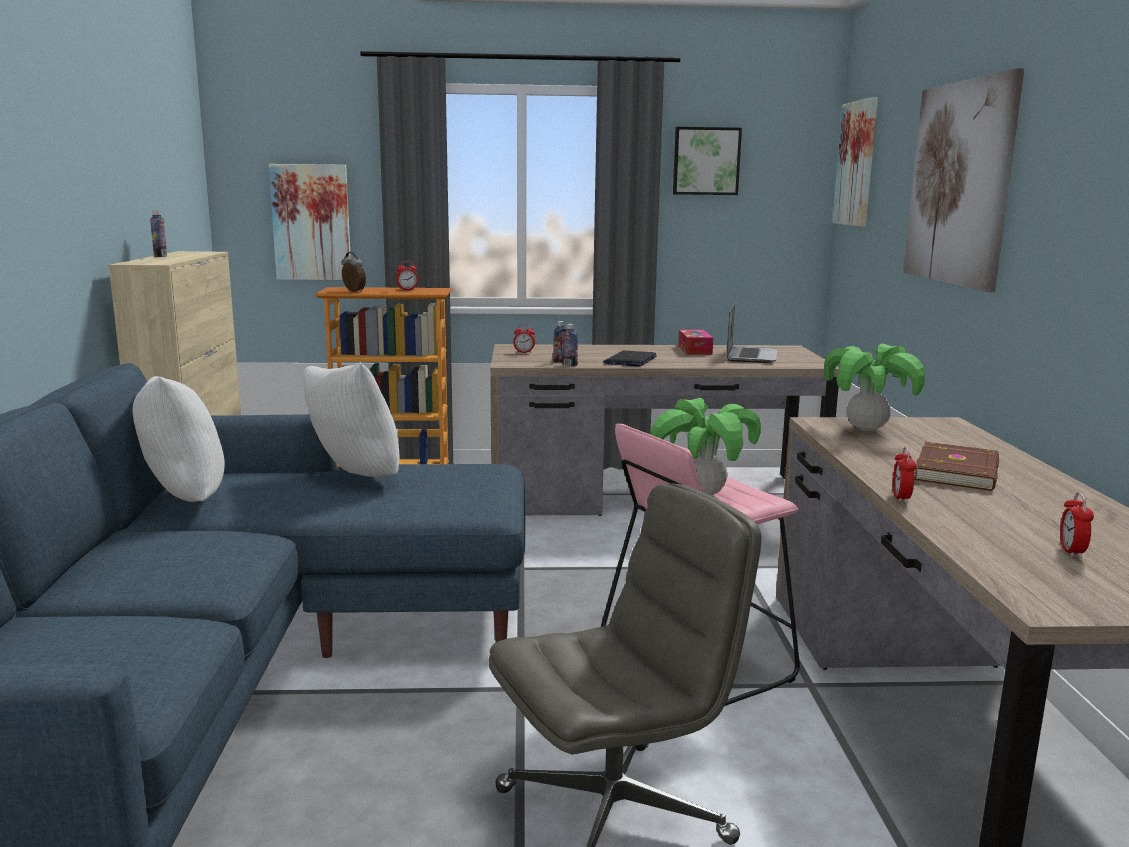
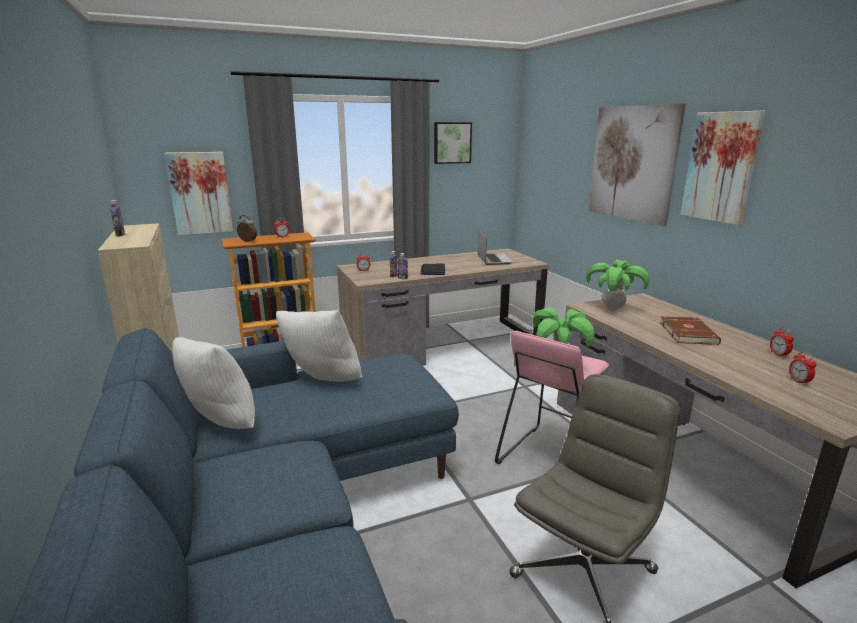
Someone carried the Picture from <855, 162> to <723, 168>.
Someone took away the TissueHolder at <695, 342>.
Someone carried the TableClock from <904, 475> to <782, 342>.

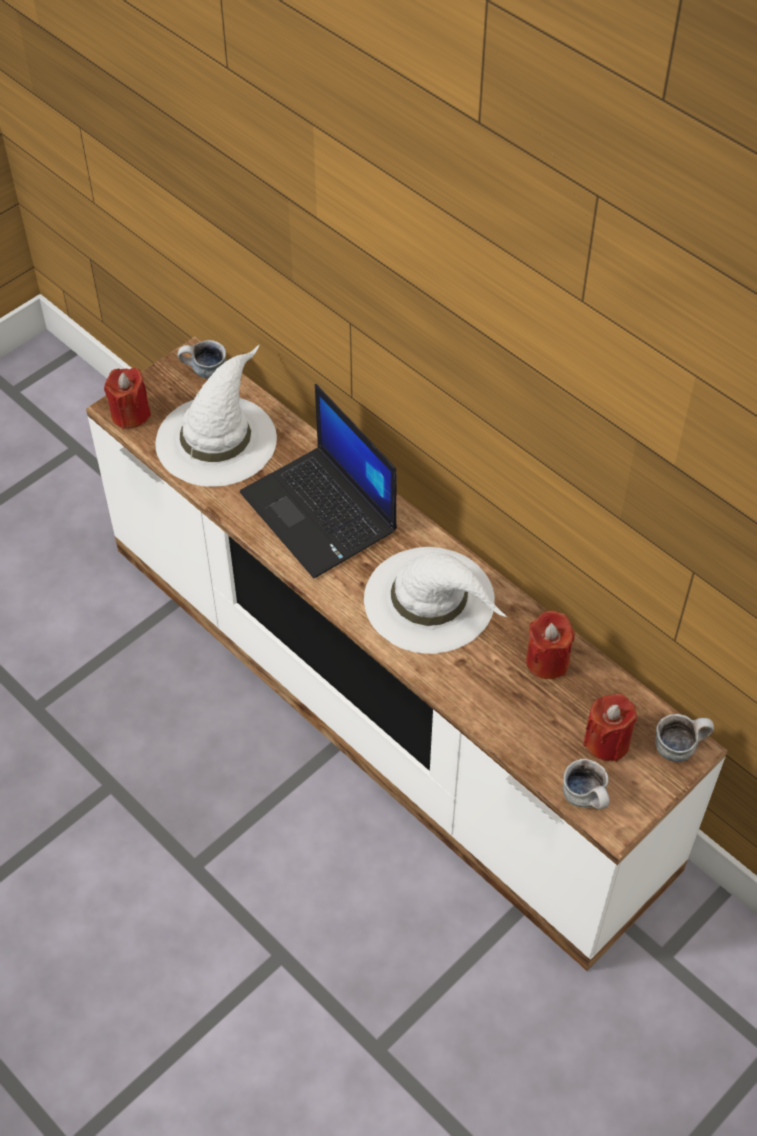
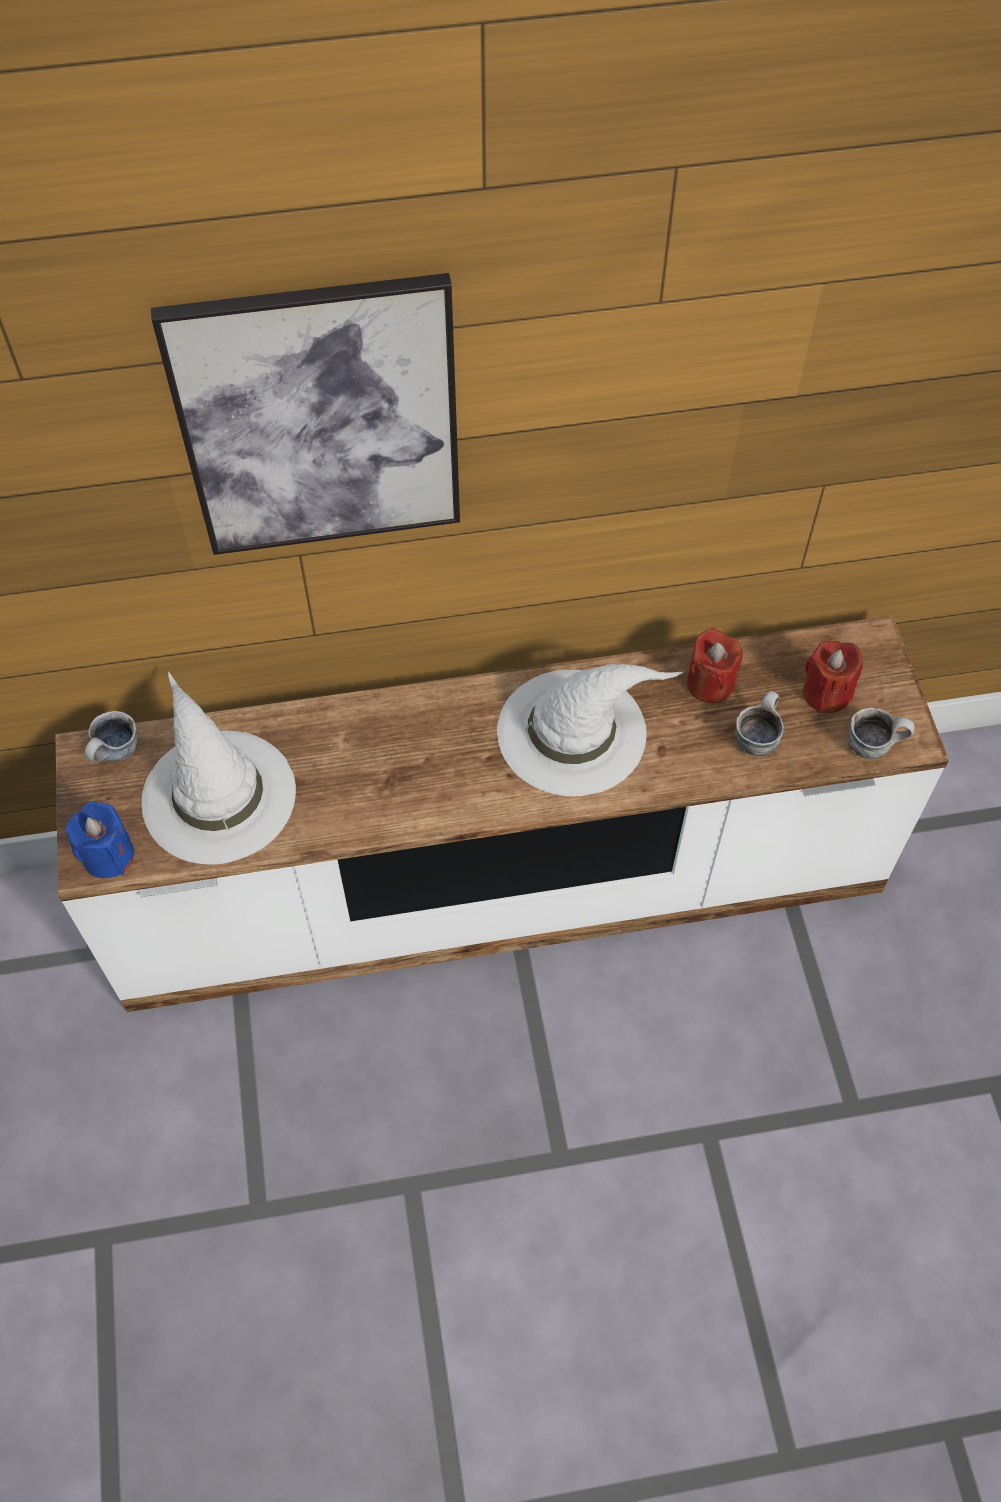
Someone repainted the RedCandle at <127, 398>, which became the BluishCandle at <100, 840>.
Someone took away the PortableComputer at <318, 481>.
Someone carried the Mug from <684, 738> to <759, 723>.
Someone put up the Picture at <305, 414>.

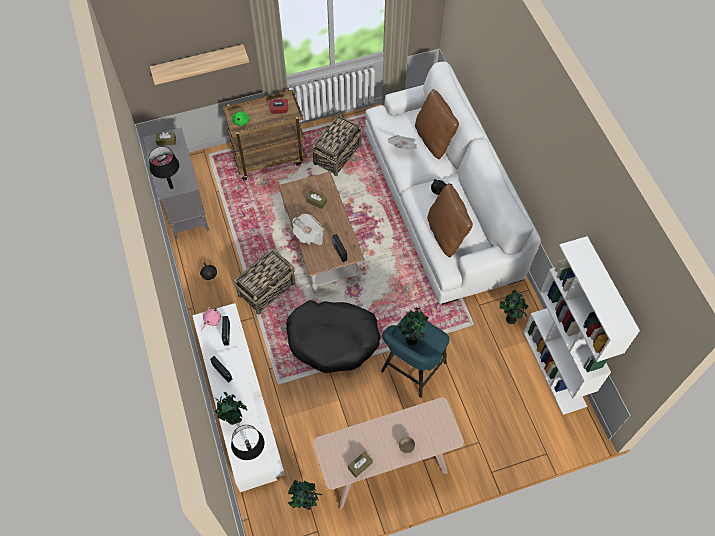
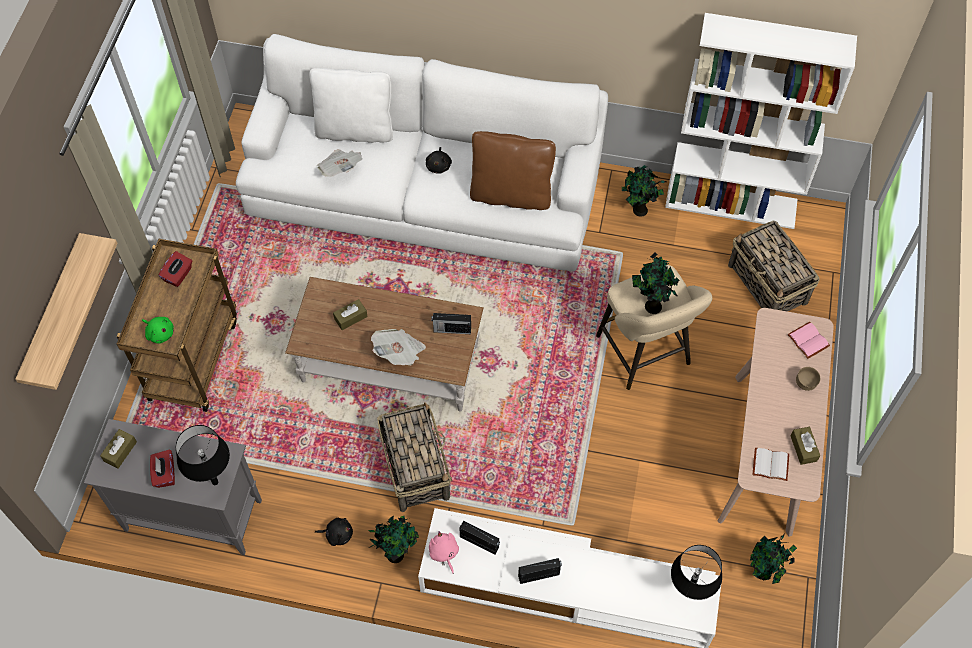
Someone repainted the BrownThrowPillow at <437, 124>, which became the WhiteThrowPillow at <351, 105>.
Someone carried the HouseholdBasket from <336, 144> to <774, 266>.
Someone took away the BlackishPetBed at <333, 336>.
Someone repainted the TurquoiseColouredStool at <415, 356>, which became the BeigeColouredStool at <654, 327>.
Someone carried the PlantInAPot from <231, 408> to <394, 539>.
Someone put down the PinkColouredBook at <808, 340>.
Someone put down the WhiteBook at <771, 464>.

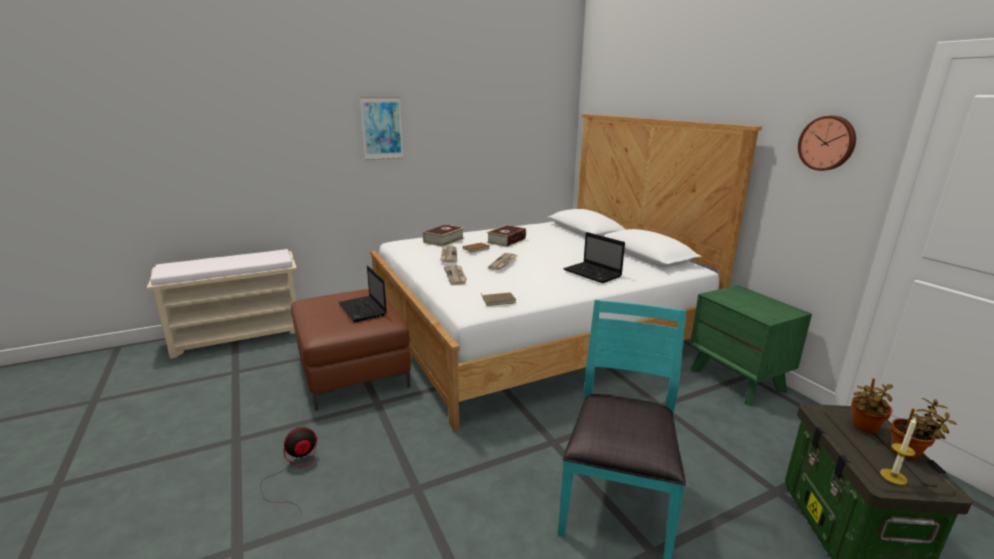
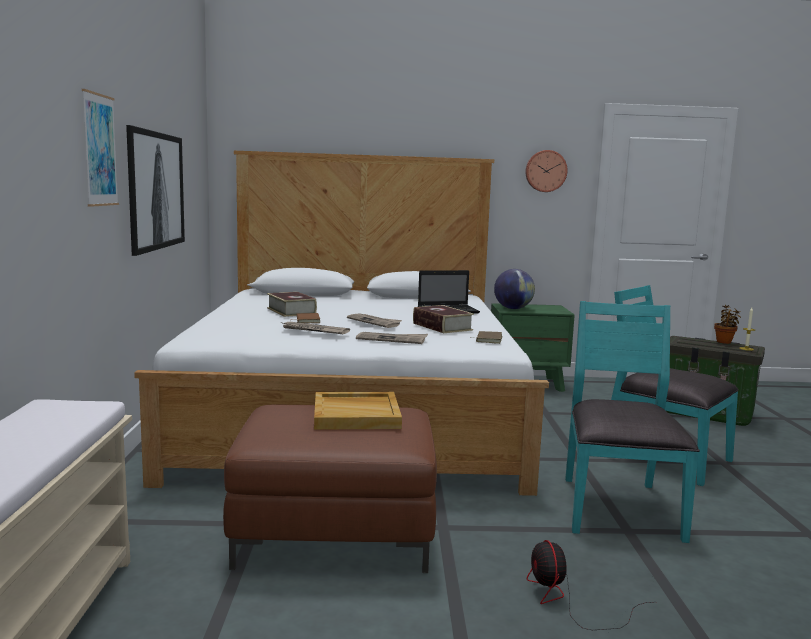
Someone carried the Book from <443, 235> to <443, 319>.
Someone swapped the PortableComputer at <362, 294> for the BeigeColouredTray at <358, 411>.
Someone took away the PlantInAPot at <872, 405>.
Someone put up the Picture at <155, 190>.
Someone put down the DeskGlobe at <514, 289>.
Someone put down the TurquoiseColouredChair at <632, 422>.

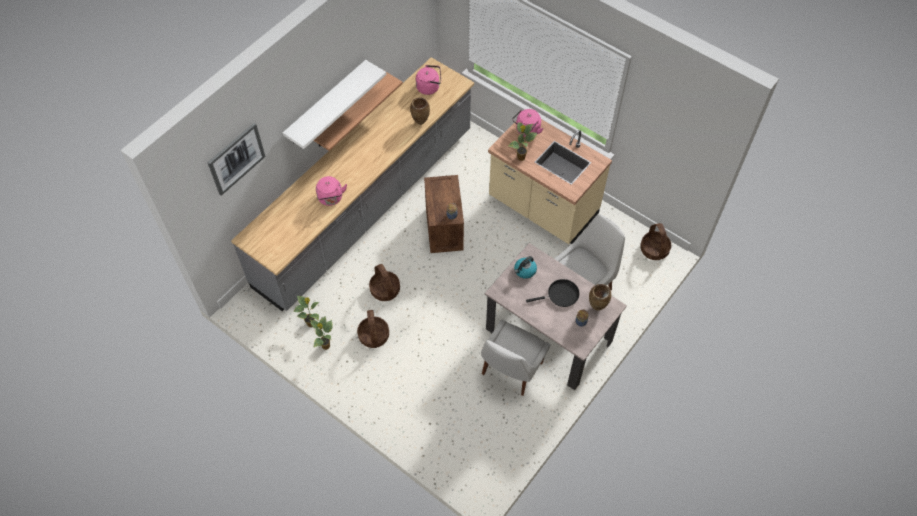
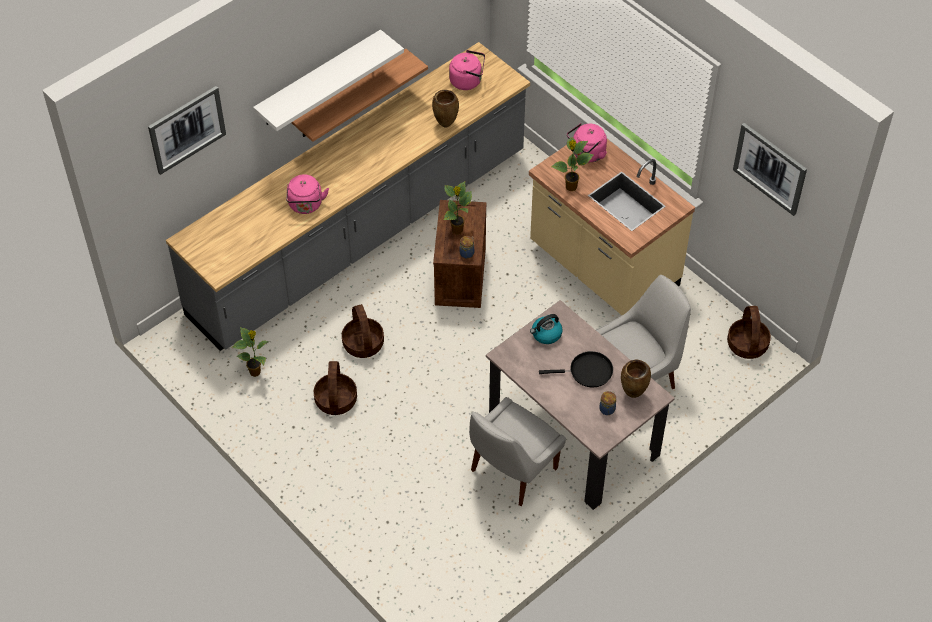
Someone carried the PlantInAPot from <321, 333> to <457, 208>.
Someone put up the Picture at <770, 169>.

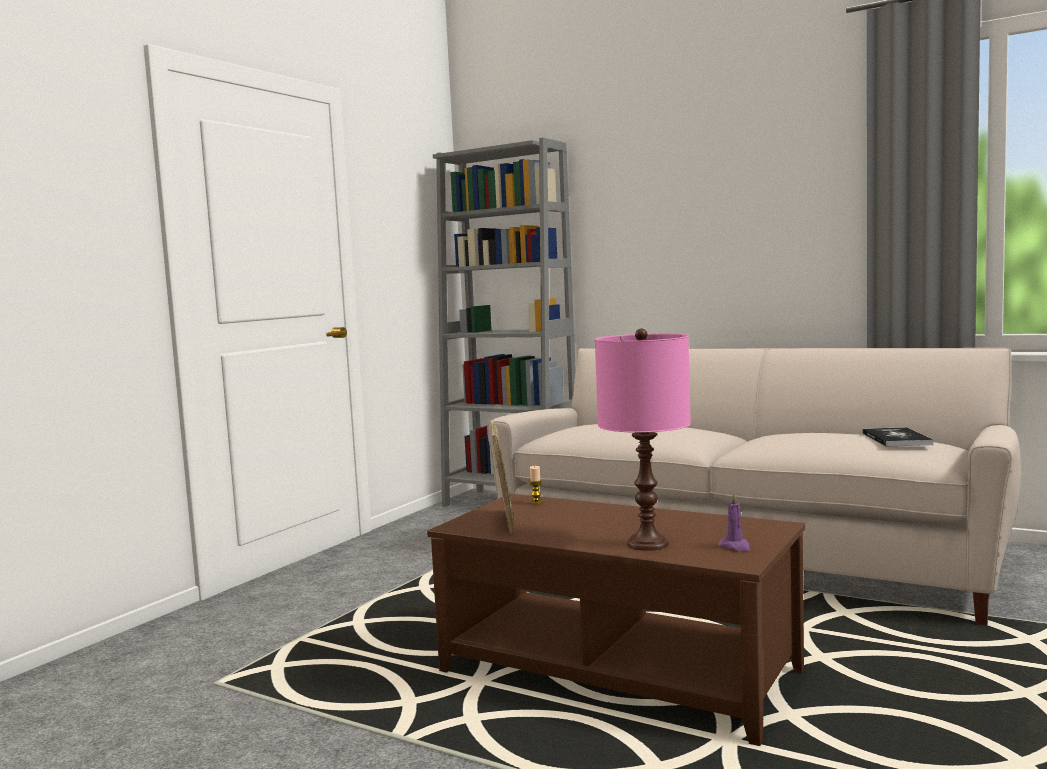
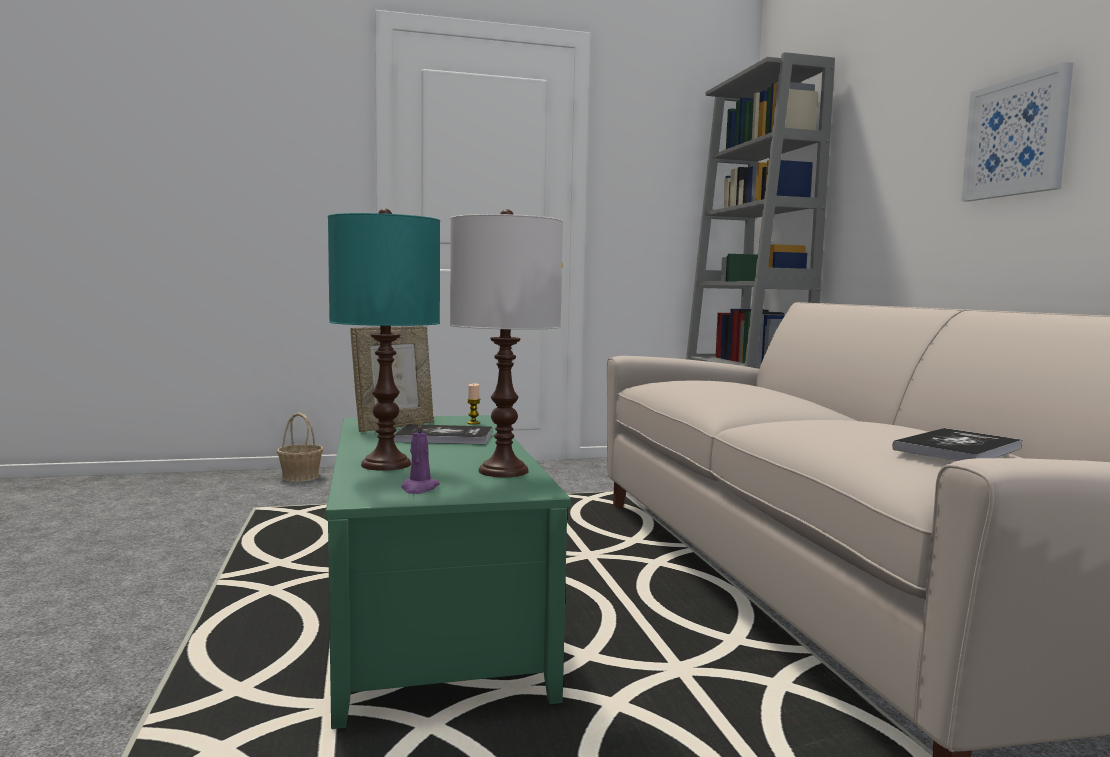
Someone repainted the PinkColouredLampForATable at <643, 439>, which became the TurquoiseColouredLampForATable at <384, 339>.
Someone repainted the BrownLoungeTable at <616, 620>, which became the GreenColouredLoungeTable at <448, 572>.
Someone put up the Picture at <1017, 132>.
Someone put down the WhiteLampForATable at <506, 343>.
Someone put down the HouseholdBasket at <300, 447>.
Someone put down the Book at <443, 434>.

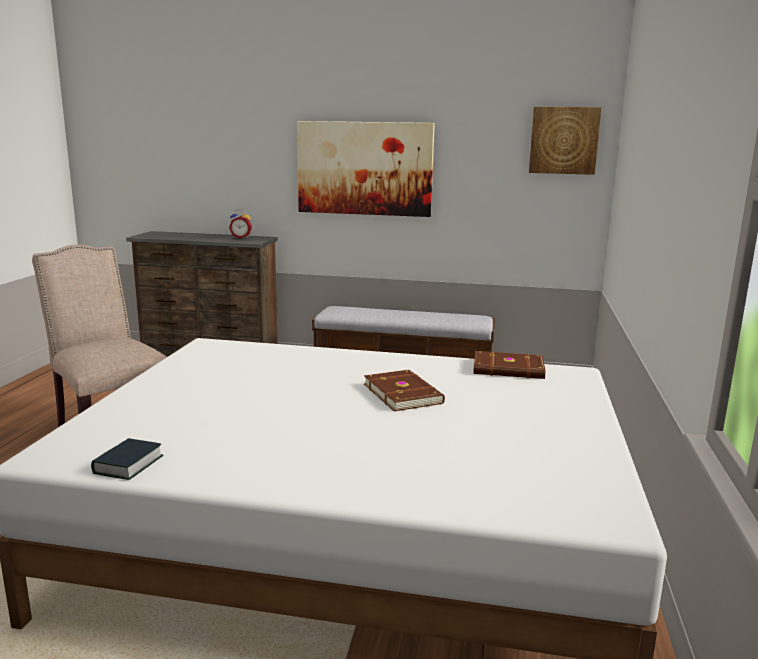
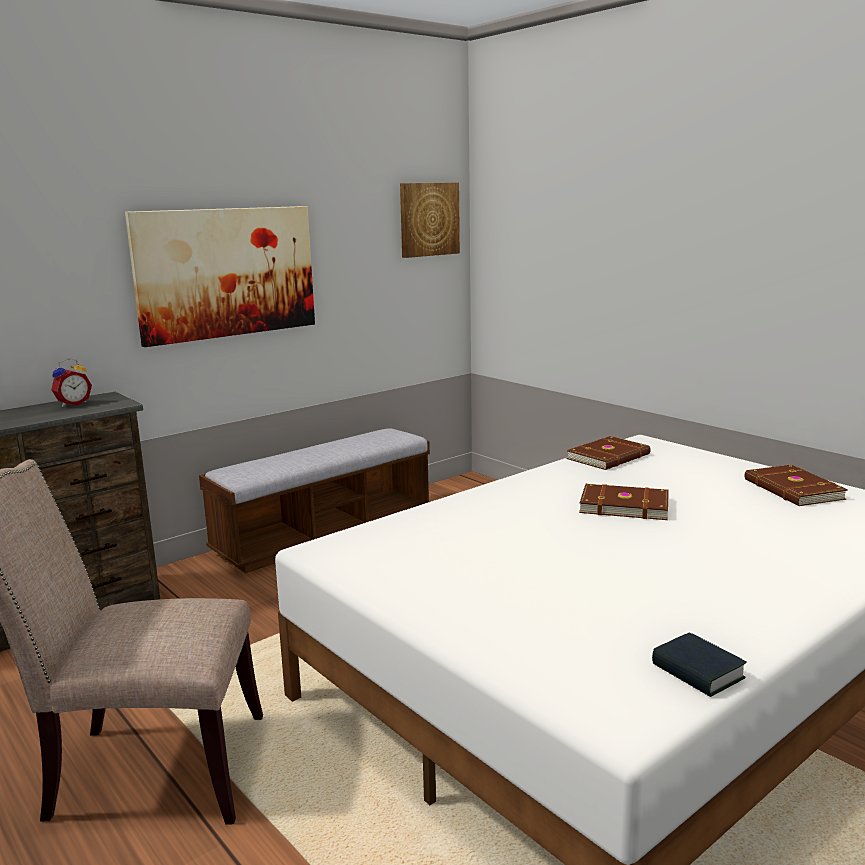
Someone put down the BrownBook at <796, 485>.

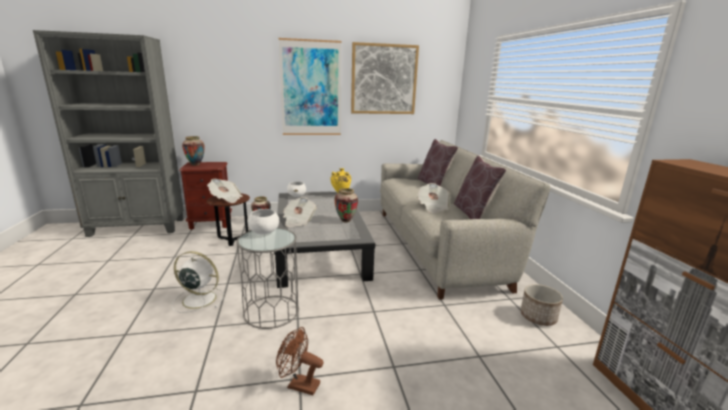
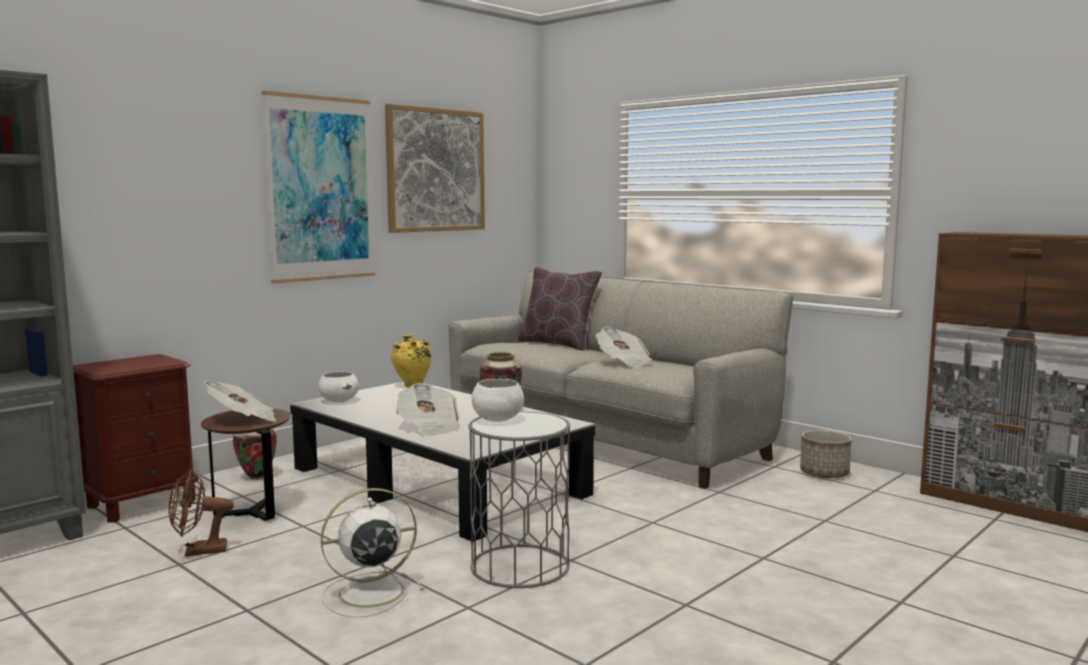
Someone took away the DecorativeVase at <193, 151>.
Someone took away the BrownThrowPillow at <480, 187>.
Someone carried the BrownCoolingFan from <299, 361> to <201, 512>.

